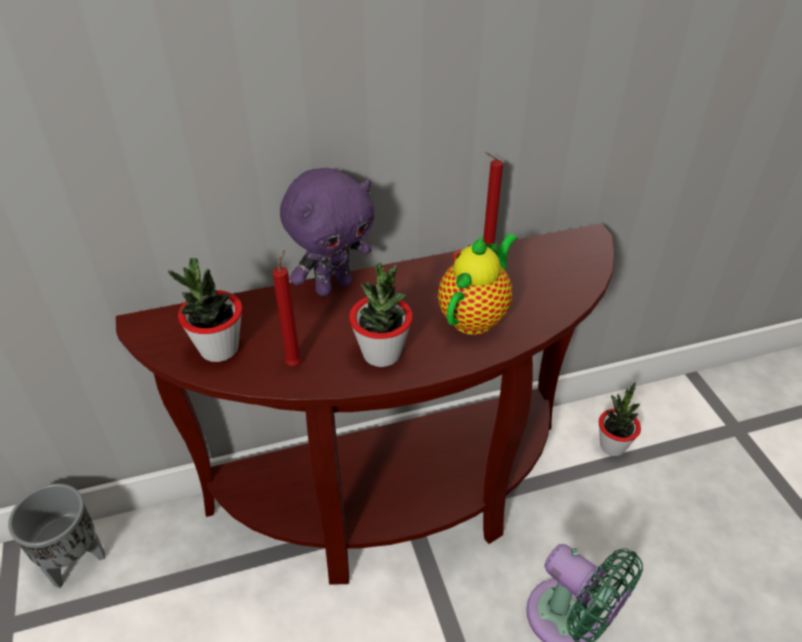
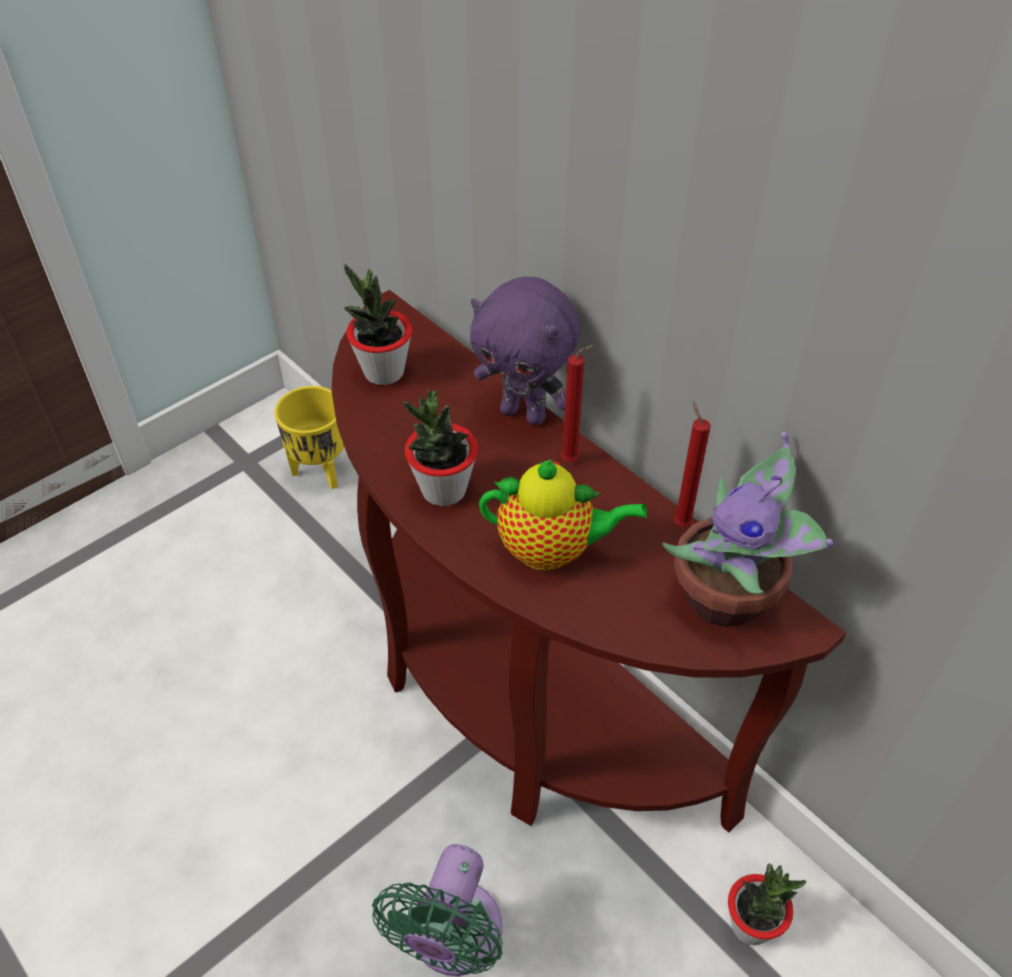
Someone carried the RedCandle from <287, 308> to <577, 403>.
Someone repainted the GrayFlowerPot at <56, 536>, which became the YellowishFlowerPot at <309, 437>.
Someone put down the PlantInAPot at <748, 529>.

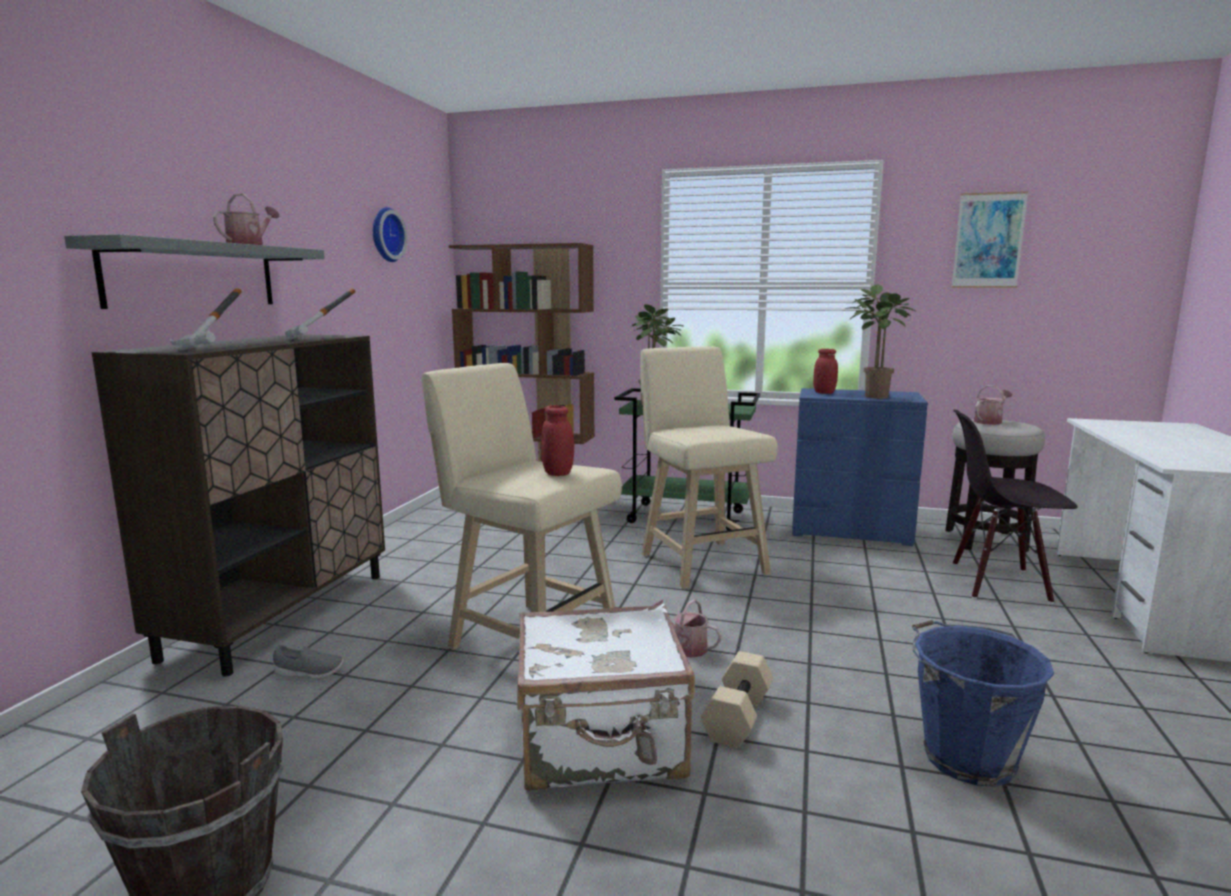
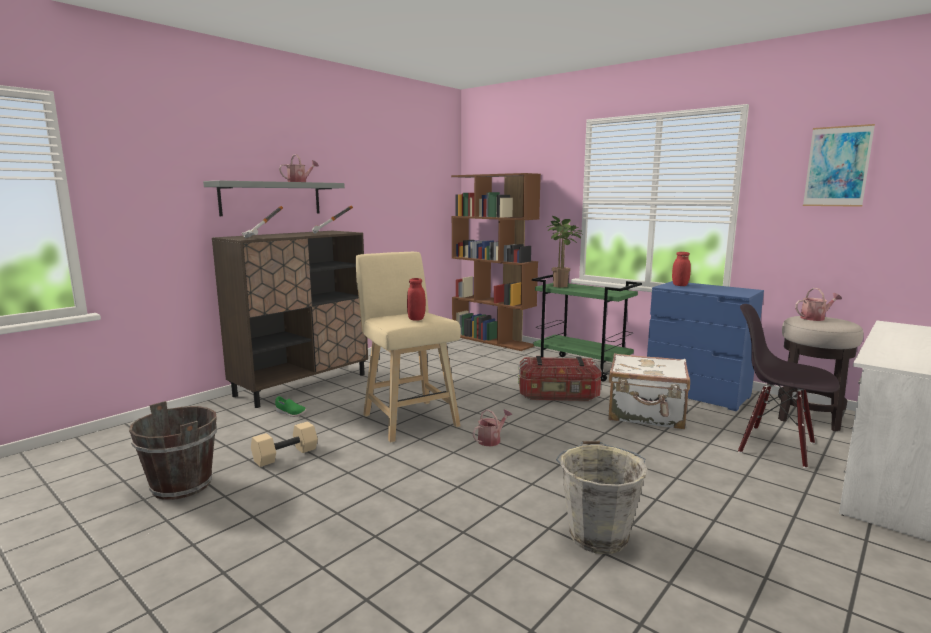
Someone took away the ClockOnTheWall at <390, 234>.
Someone took away the PlantInAPot at <881, 342>.
Someone swapped the BeigeColouredStool at <709, 467> for the StorageContainer at <560, 378>.
Someone rotated the WateringPot at <687, 628> by 75 degrees clockwise.
Someone carried the WhiteTravelCase from <606, 697> to <649, 391>.
Someone repainted the BluishBucket at <983, 703>, which became the GrayBucket at <601, 497>.
Someone repainted the GrayItemOfFootwear at <308, 661>, which became the GreenColouredItemOfFootwear at <291, 406>.
Someone carried the BeigeColouredHandWeight from <736, 699> to <284, 444>.

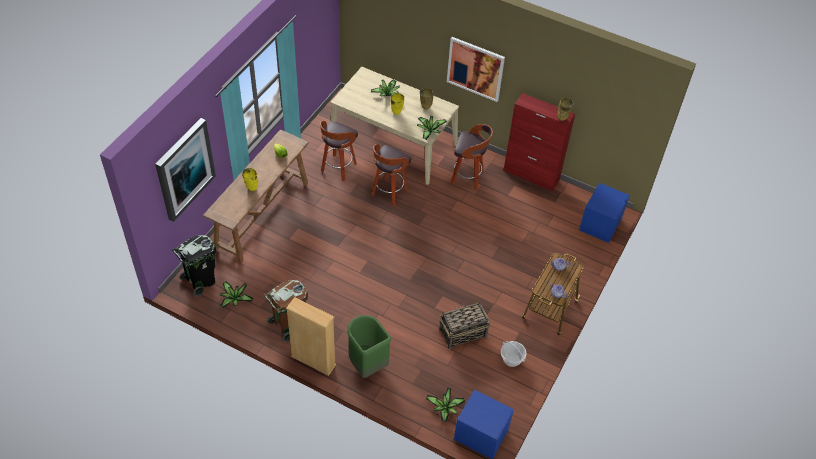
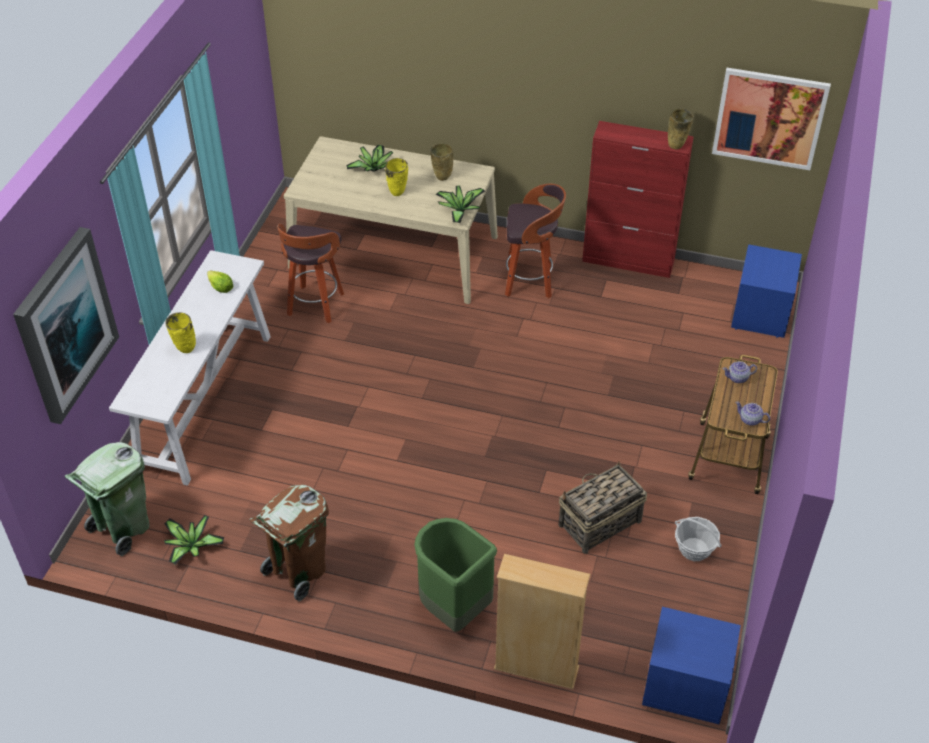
Someone carried the Picture from <476, 69> to <771, 119>.
Someone repainted the BrownConsoleTable at <256, 196>, which became the WhiteConsoleTable at <190, 368>.
Someone took away the Stool at <391, 175>.
Someone repainted the BlackishTrashCan at <194, 266>, which became the GreenColouredTrashCan at <107, 499>.
Someone carried the BeigeColouredBookcase from <311, 336> to <542, 621>.
Someone took away the PlantInAPot at <445, 405>.

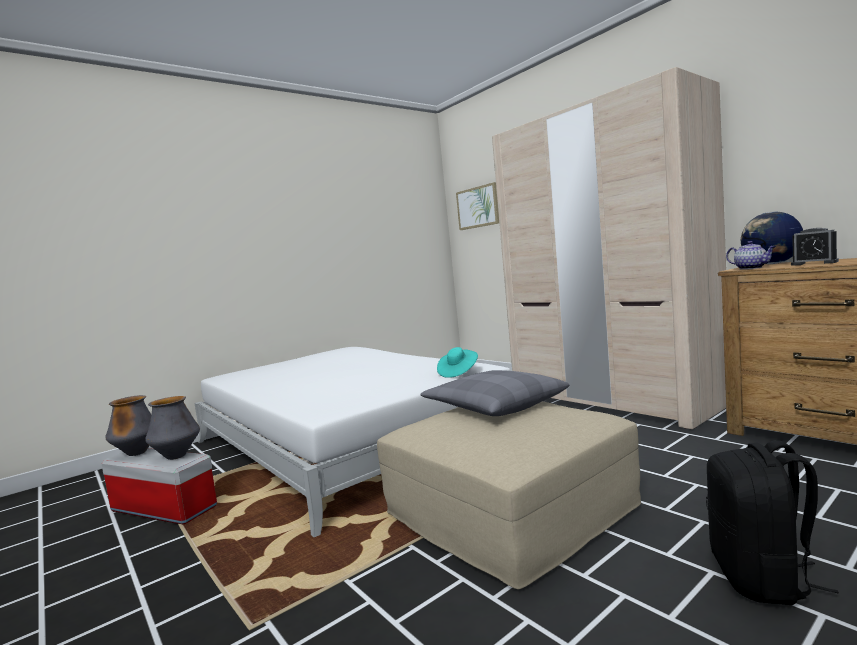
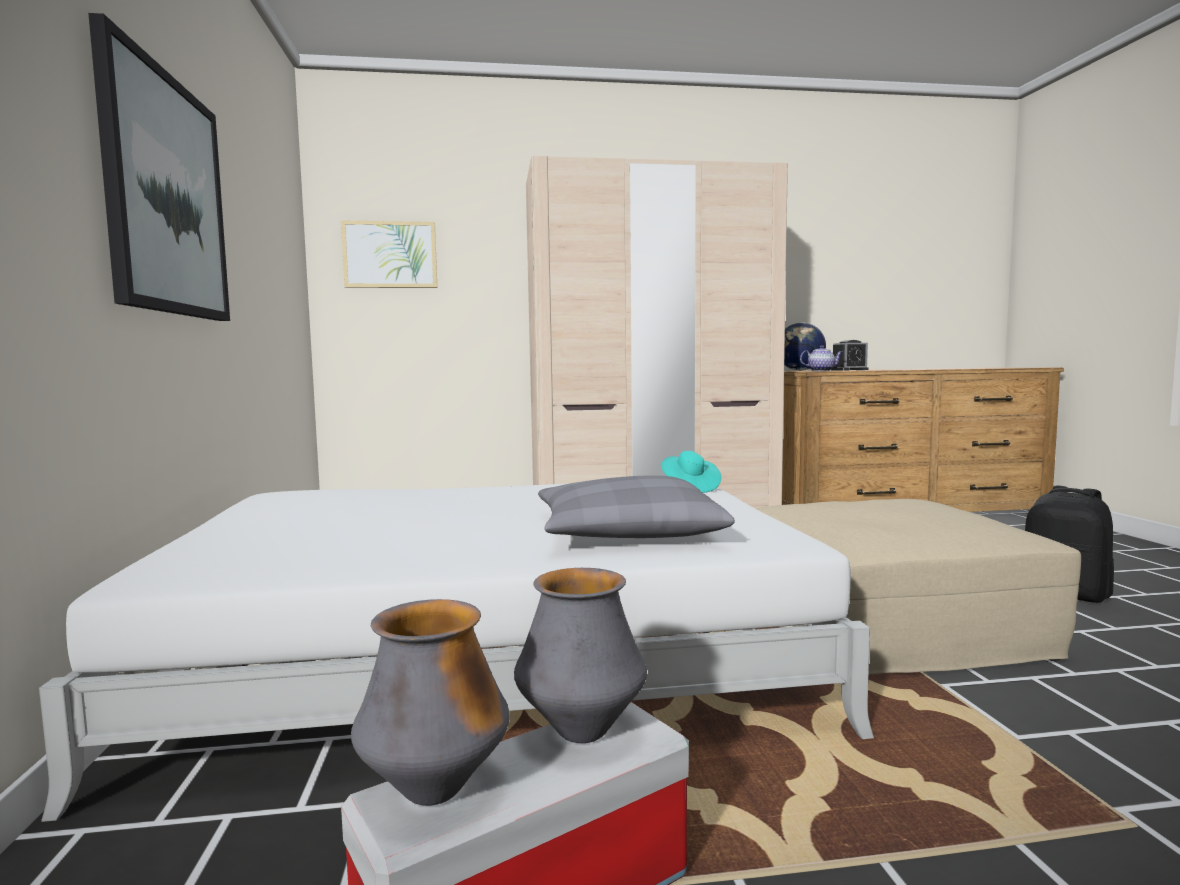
Someone carried the GrayThrowPillow from <495, 393> to <636, 506>.
Someone put up the Picture at <159, 167>.

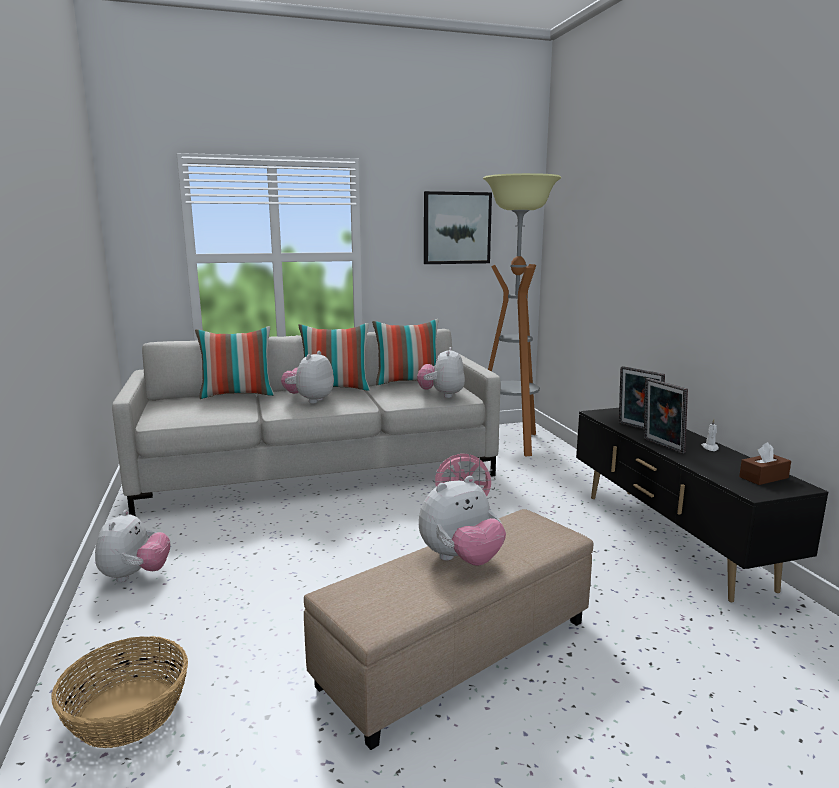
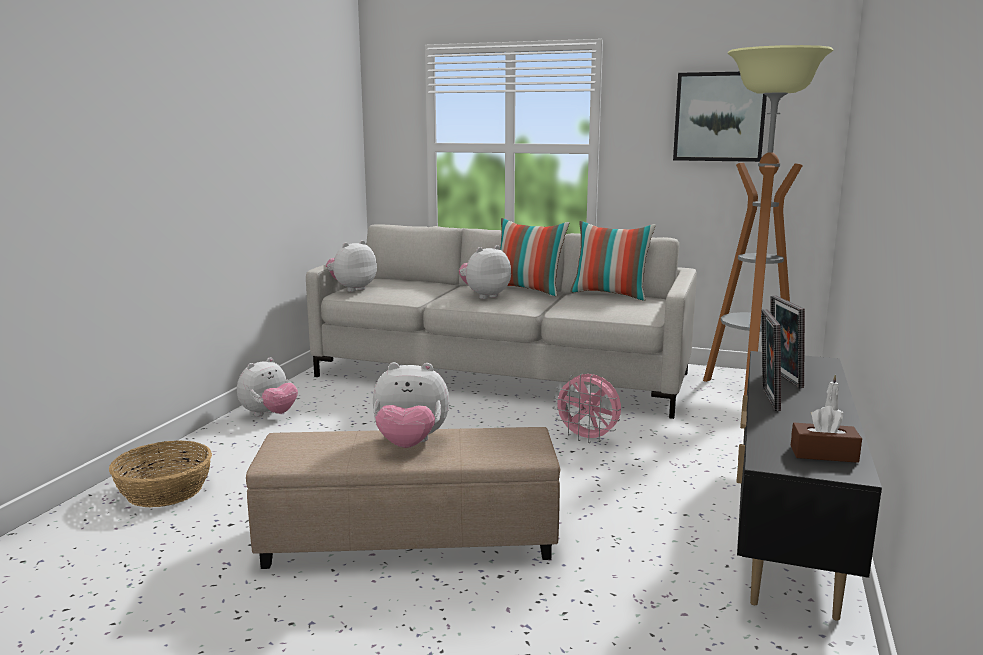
Someone took away the ThrowPillow at <235, 362>.
Someone carried the CuddlyToy from <441, 372> to <351, 266>.

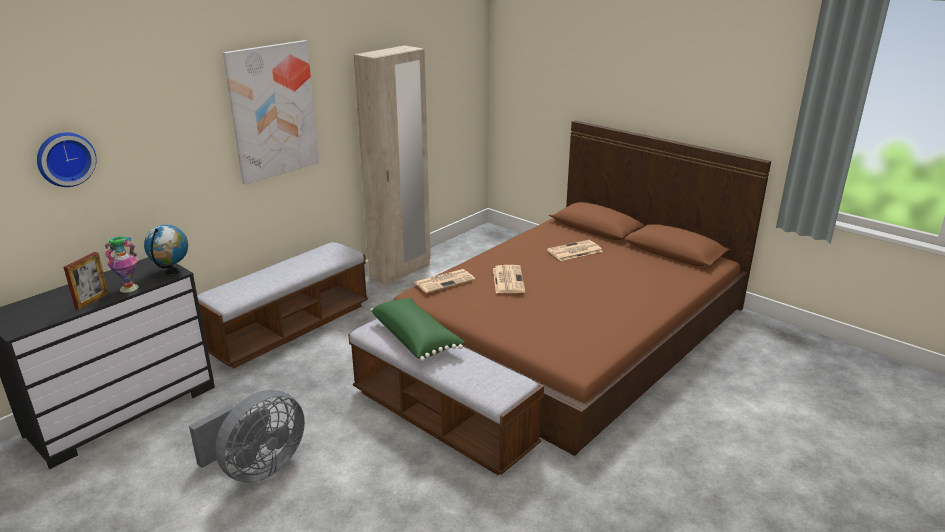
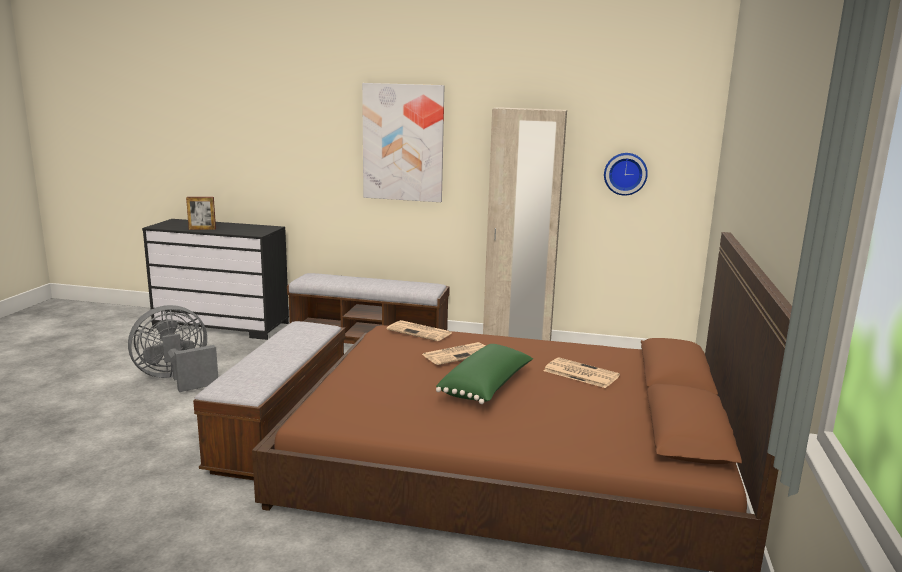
Someone carried the ClockOnTheWall from <66, 159> to <626, 174>.
Someone took away the DeskGlobe at <166, 250>.
Someone took away the DecorativeVase at <122, 264>.
Someone carried the GreenColouredThrowPillow from <418, 329> to <484, 374>.
Someone rotated the GrayCoolingFan at <247, 436> by 135 degrees clockwise.

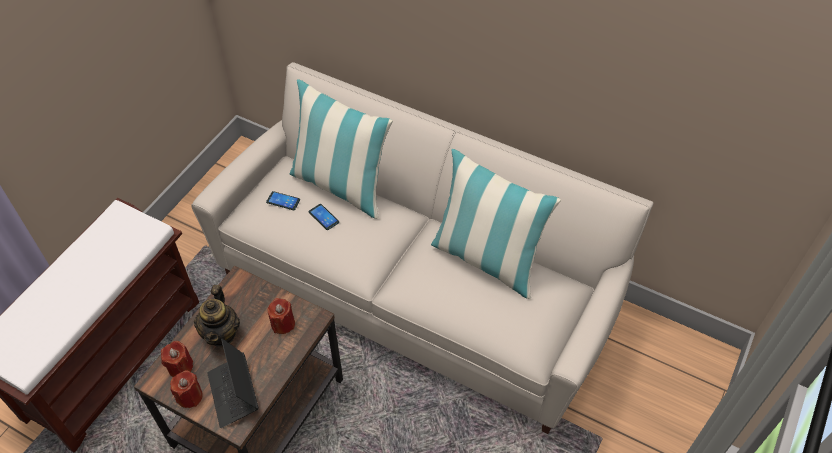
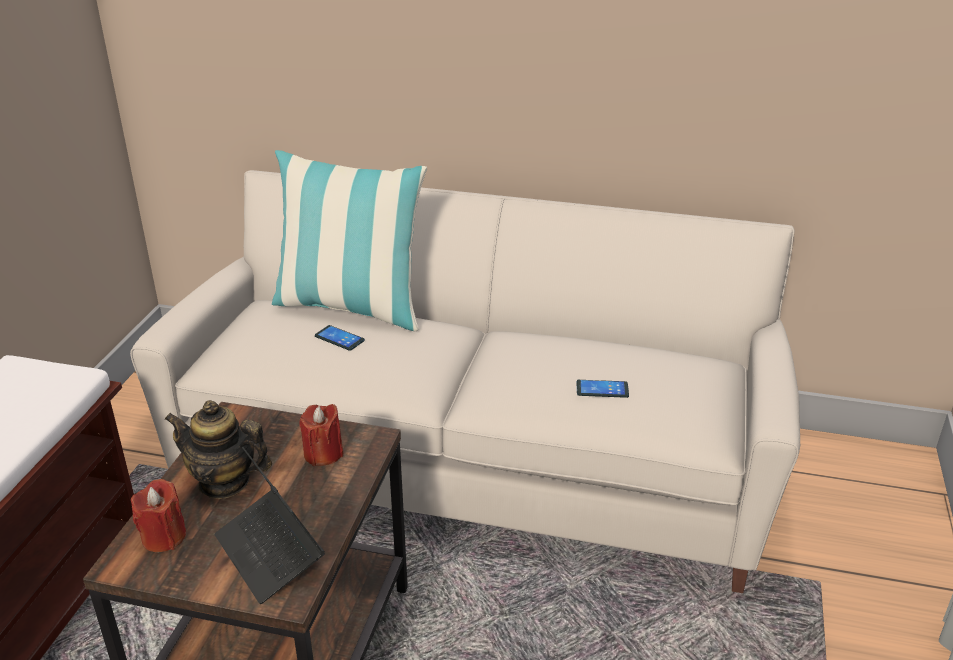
Someone took away the ThrowPillow at <496, 224>.
Someone carried the Telephone from <283, 200> to <602, 389>.
Someone rotated the Teapot at <217, 316> by 120 degrees clockwise.
Someone took away the RedCandle at <186, 389>.

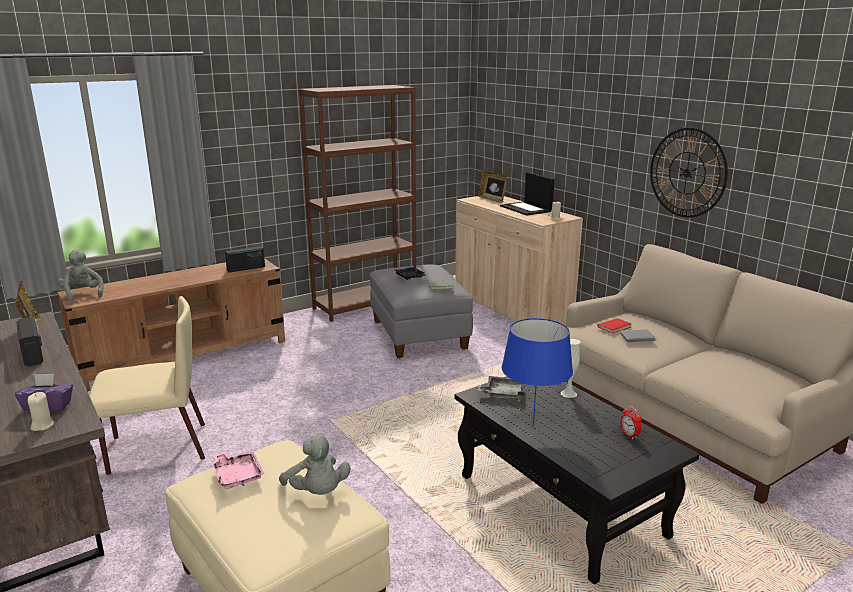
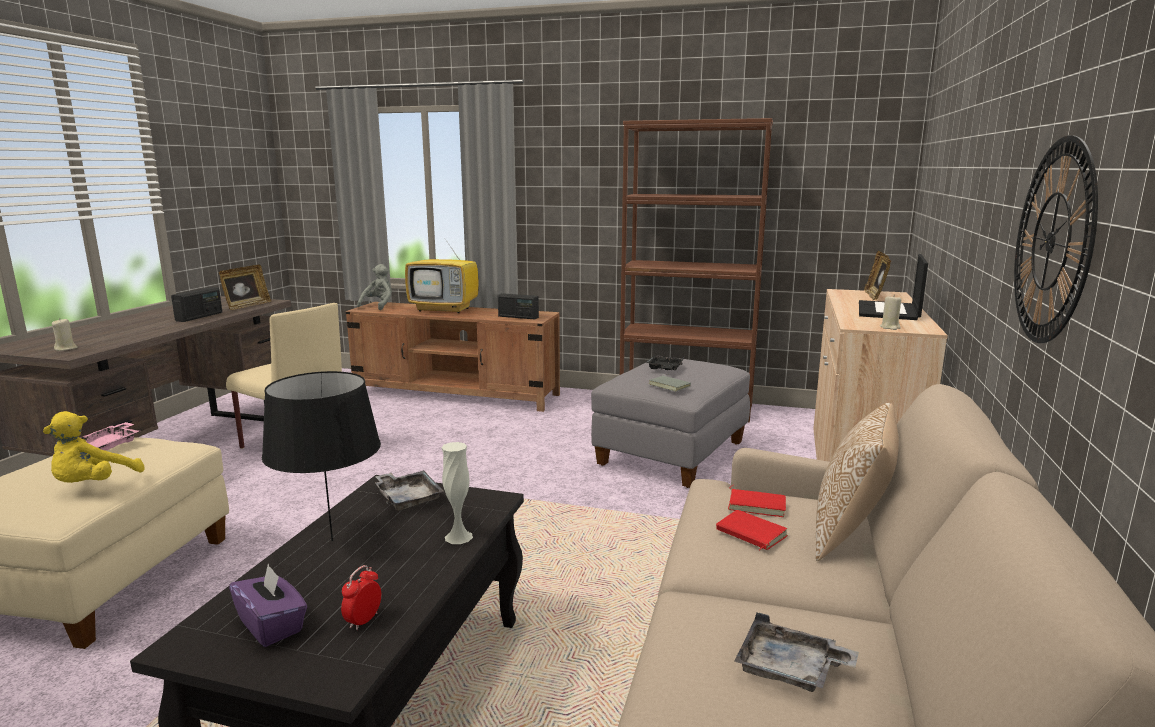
Someone repainted the BluishLampForATable at <537, 371>, which became the BlackishLampForATable at <321, 456>.
Someone repainted the GrayBook at <639, 336>, which became the RedBook at <752, 530>.
Someone carried the PurpleColouredTissueHolder from <44, 393> to <268, 605>.
Someone repainted the GrayCuddlyToy at <315, 464>, which became the YellowishCuddlyToy at <94, 447>.
Someone put down the Television at <442, 273>.
Someone put down the ThrowPillow at <857, 482>.
Someone put down the GrayTray at <797, 652>.

